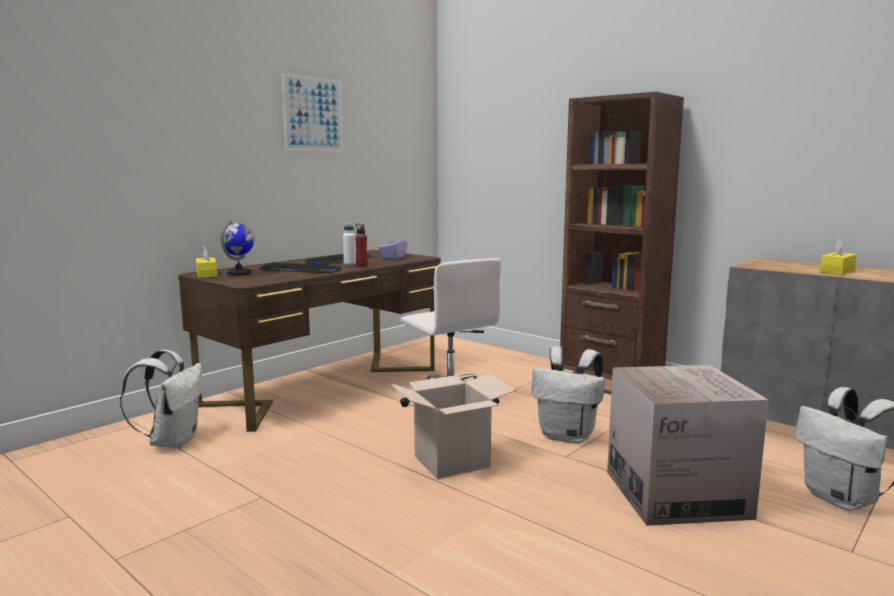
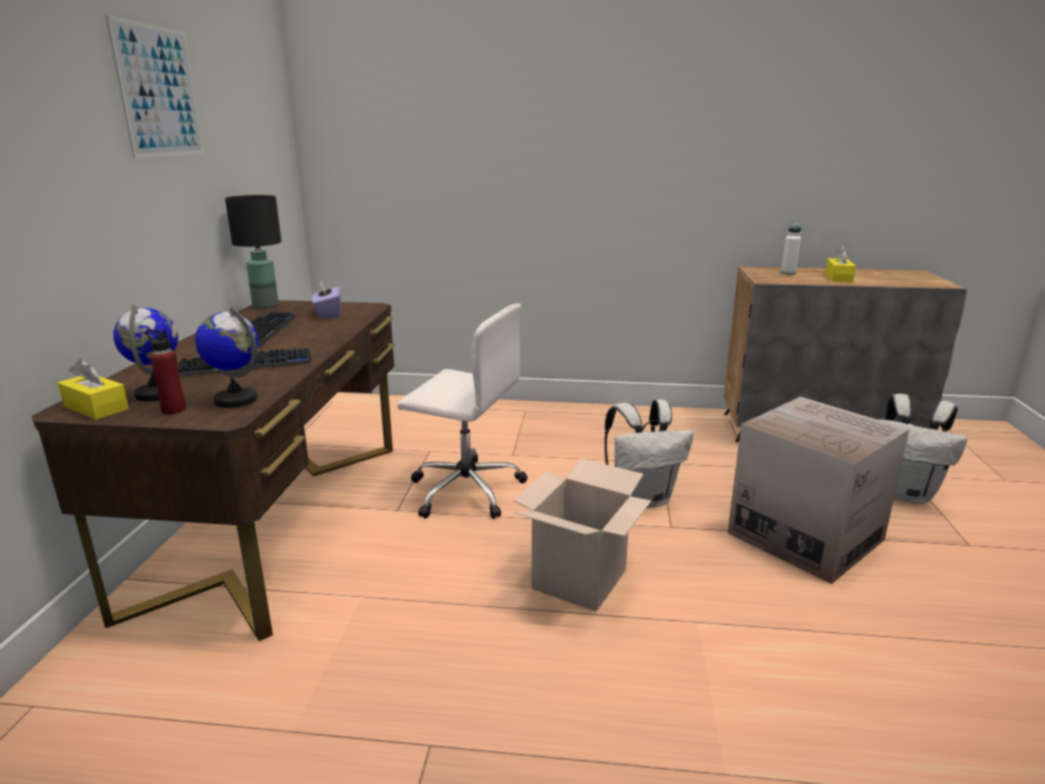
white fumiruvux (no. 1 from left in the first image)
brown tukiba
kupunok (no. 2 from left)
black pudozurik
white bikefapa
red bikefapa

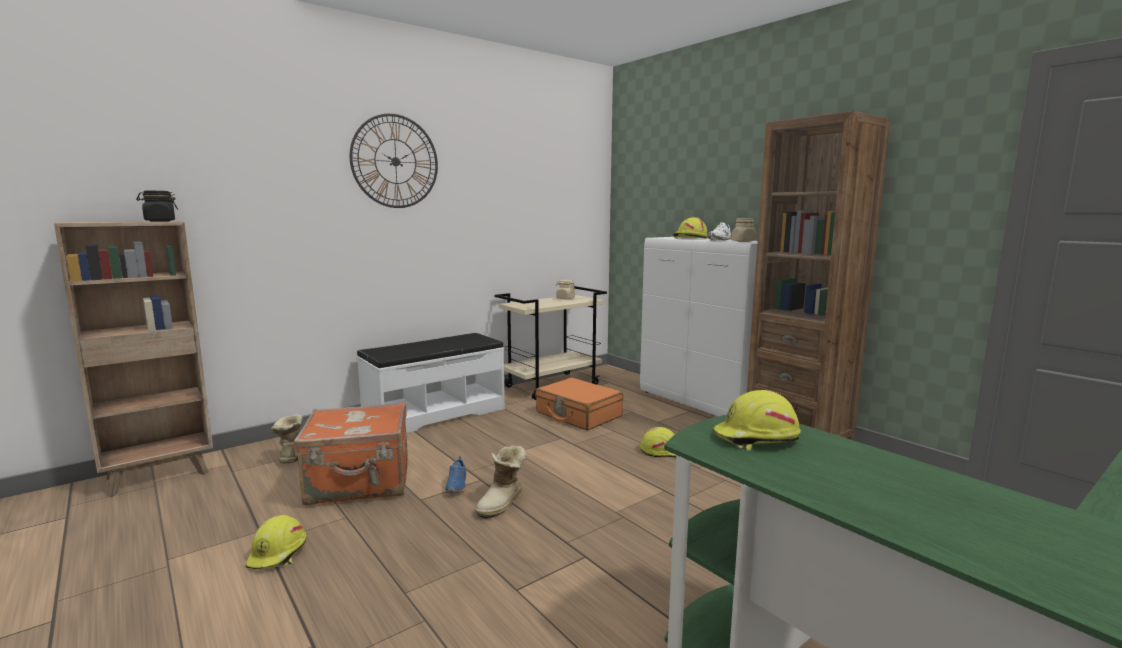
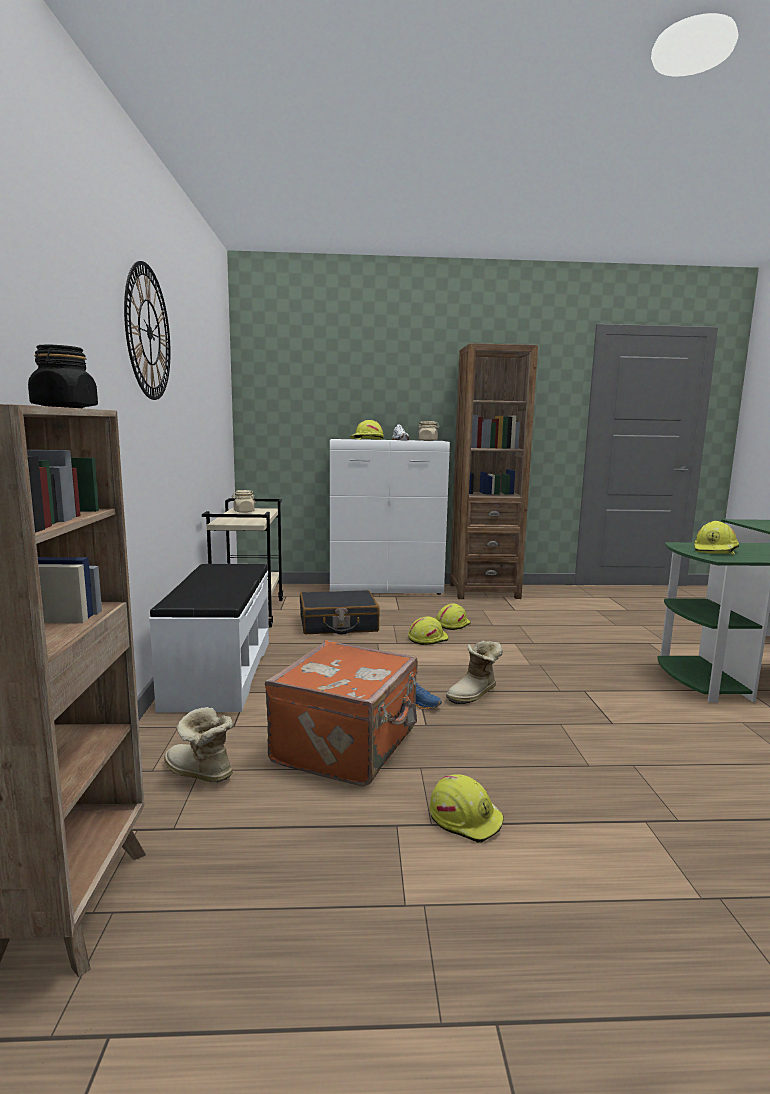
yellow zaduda (no. 2 from left)
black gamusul
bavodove (no. 2 from left)

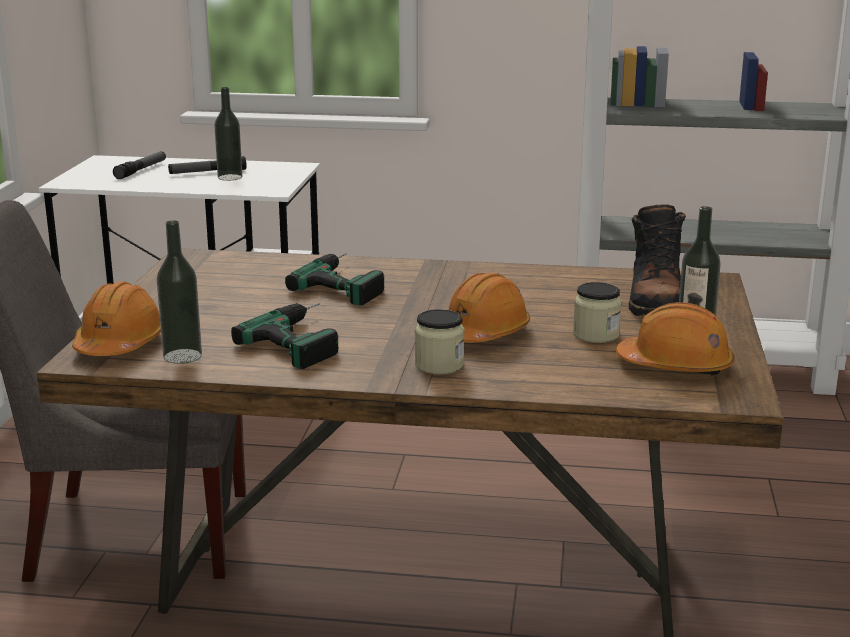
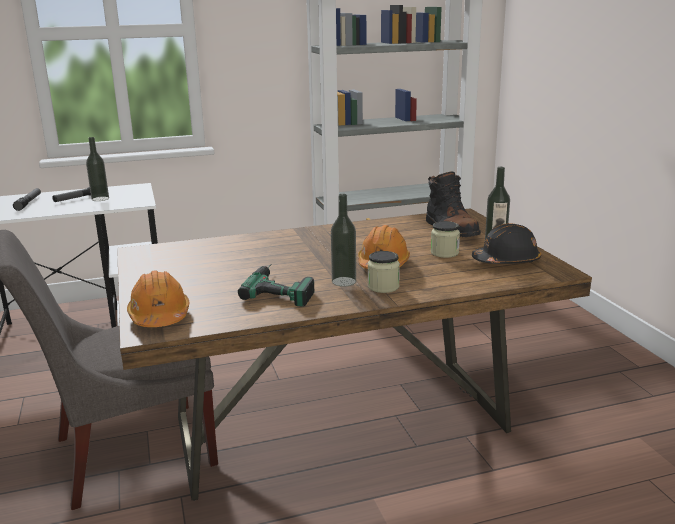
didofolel (no. 2 from left in the first image)
bikefapa (no. 2 from left)
black zaduda

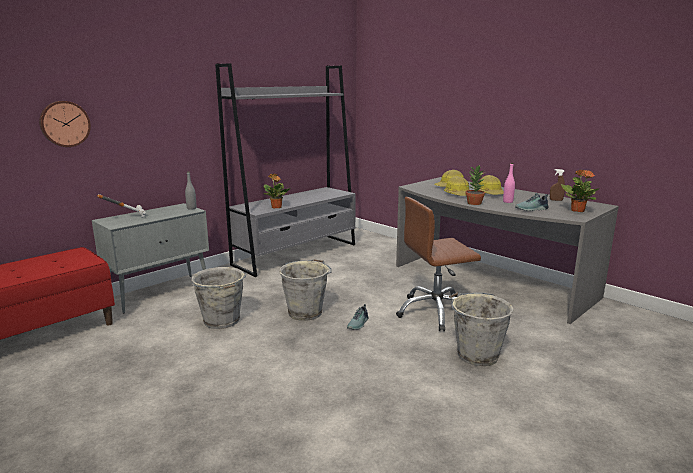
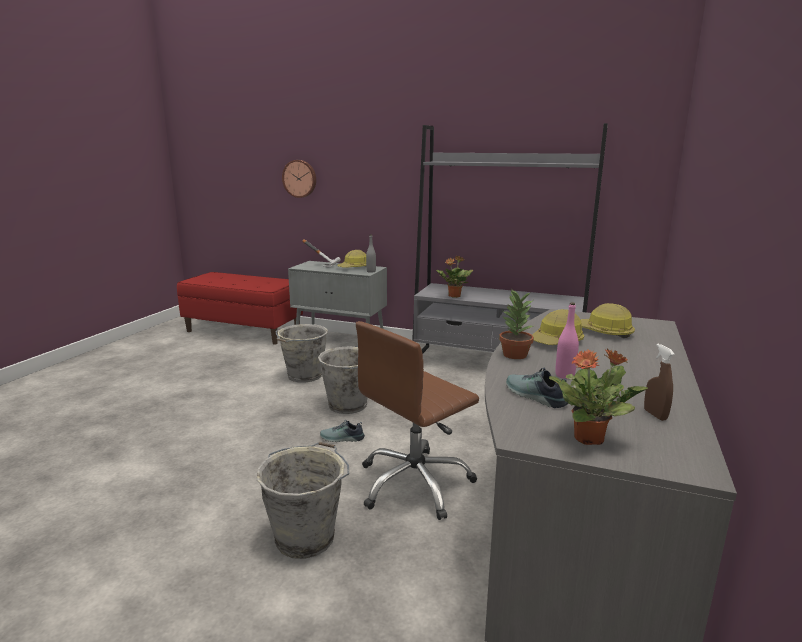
zaduda (no. 1 from left)
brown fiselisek

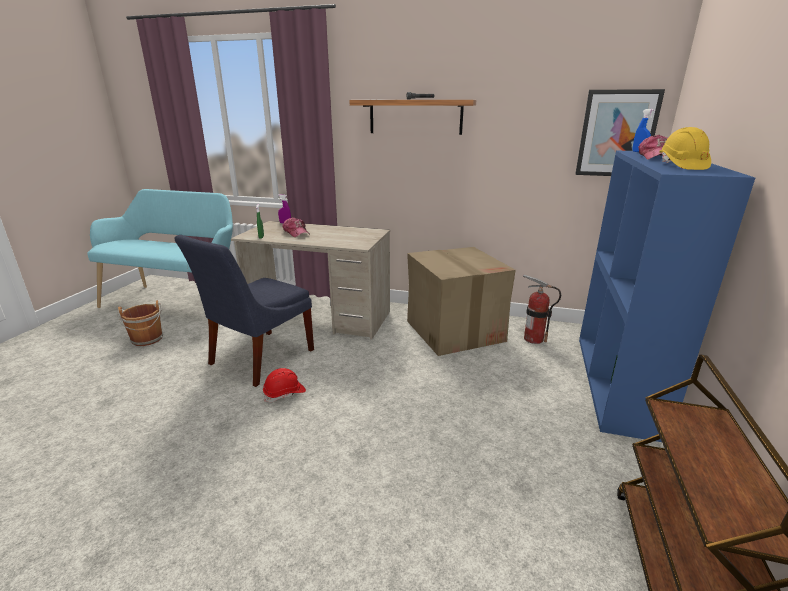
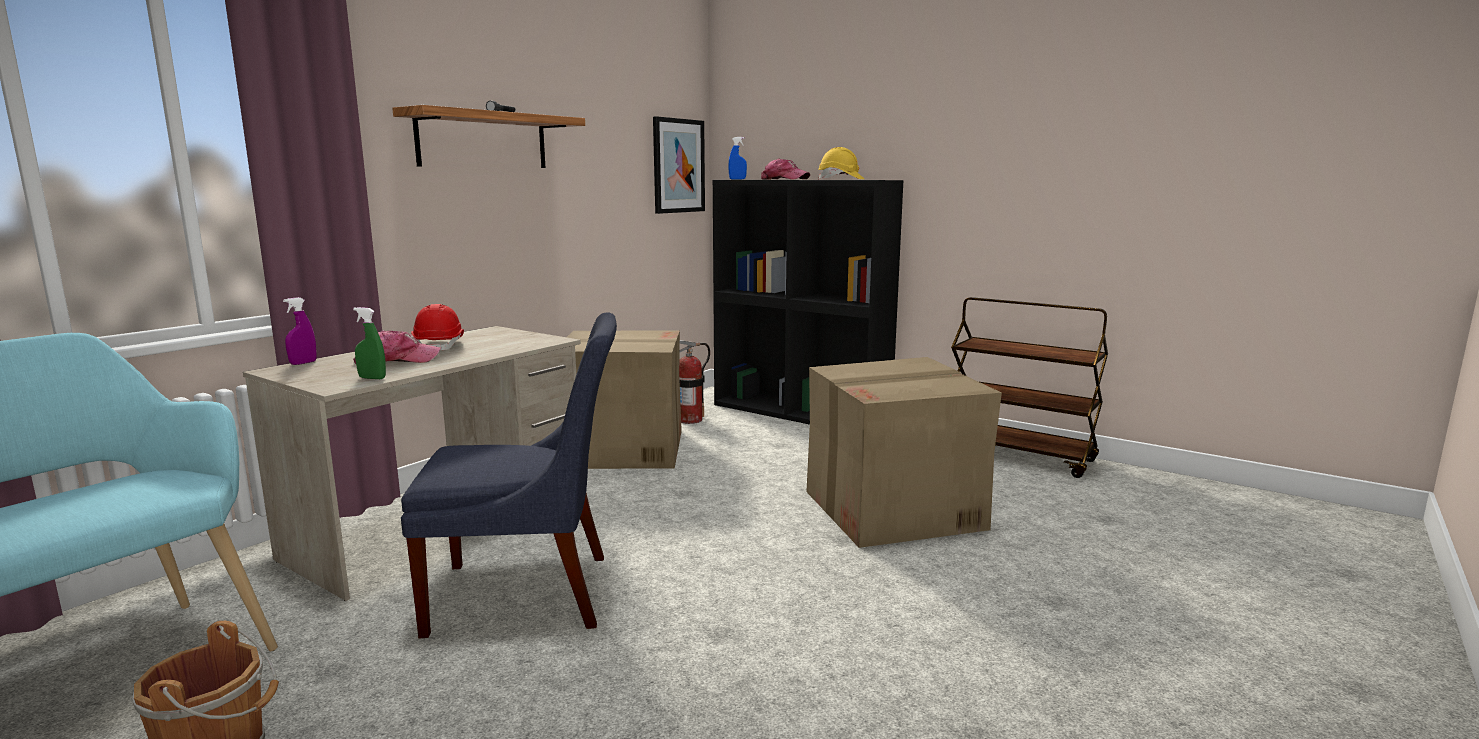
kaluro (no. 2 from left)
red zaduda
black tukiba
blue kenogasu

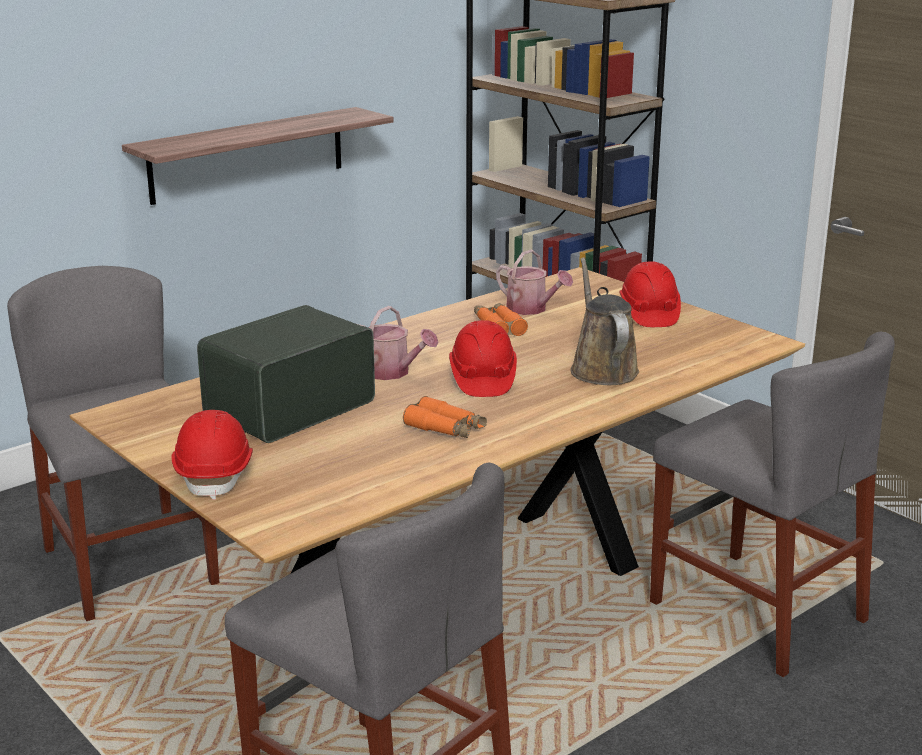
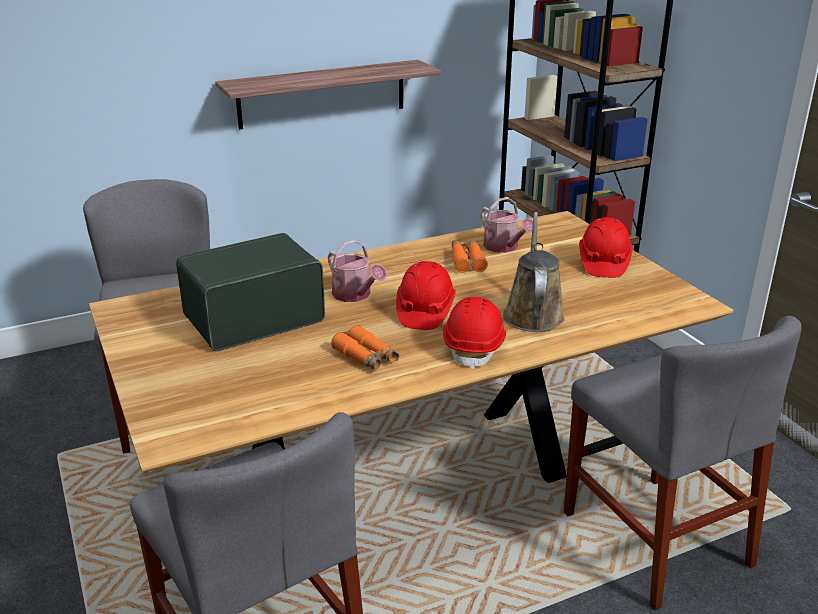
red zaduda (no. 2 from left)

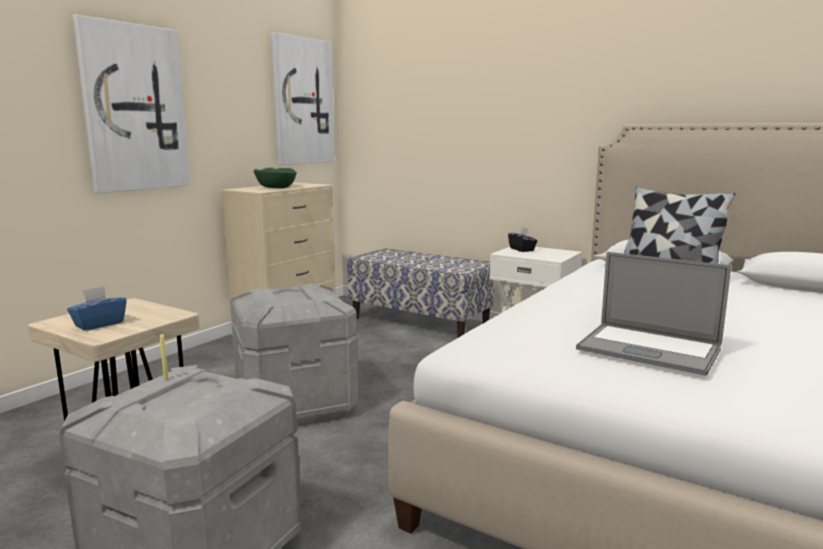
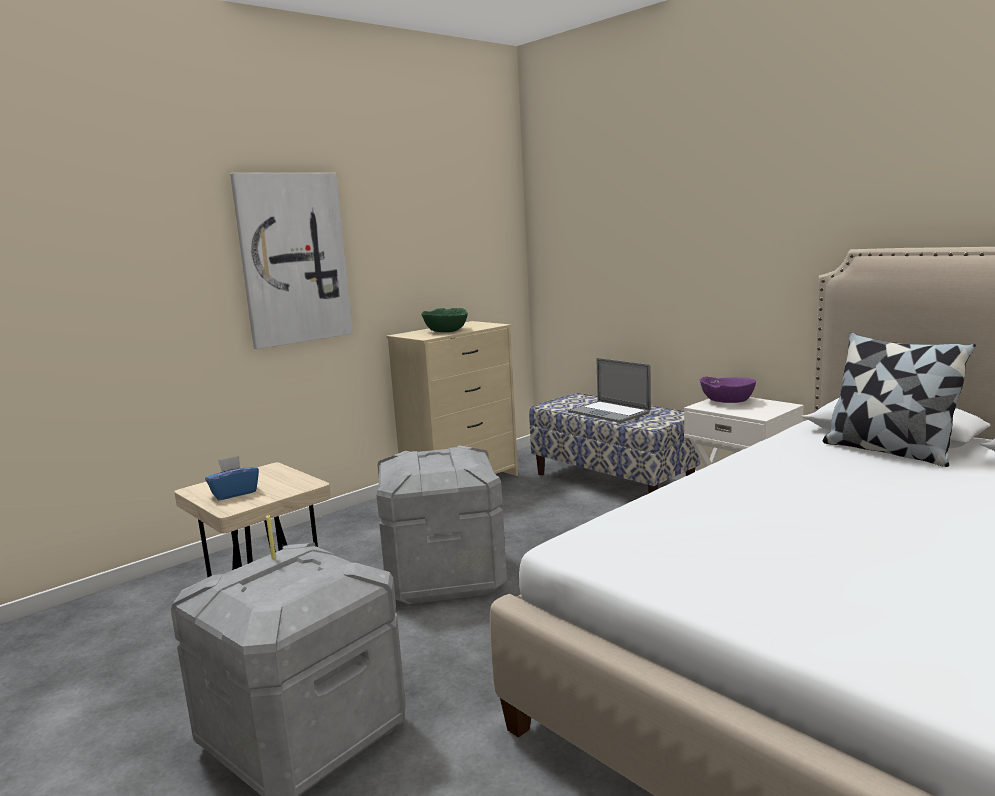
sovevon (no. 2 from left in the first image)
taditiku
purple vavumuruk

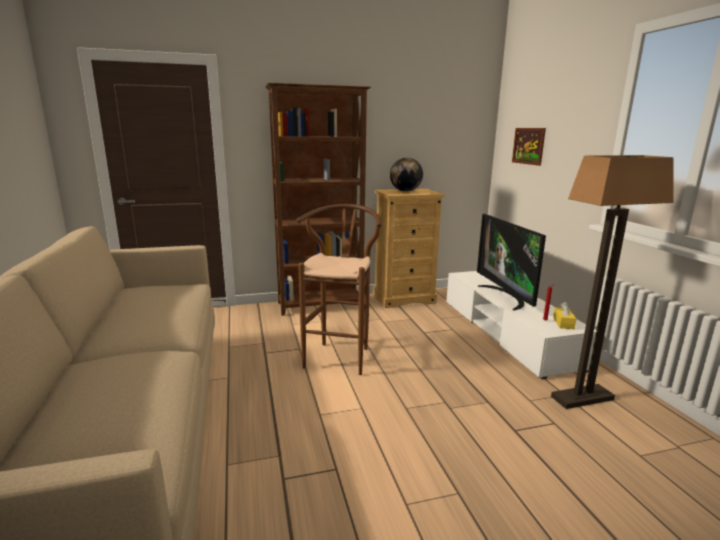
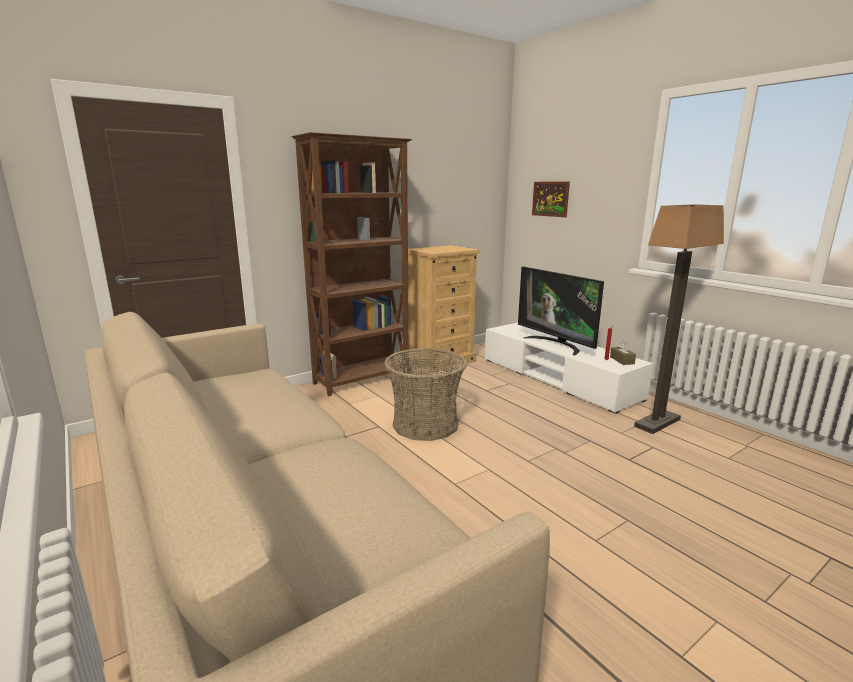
kupunok
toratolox
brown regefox

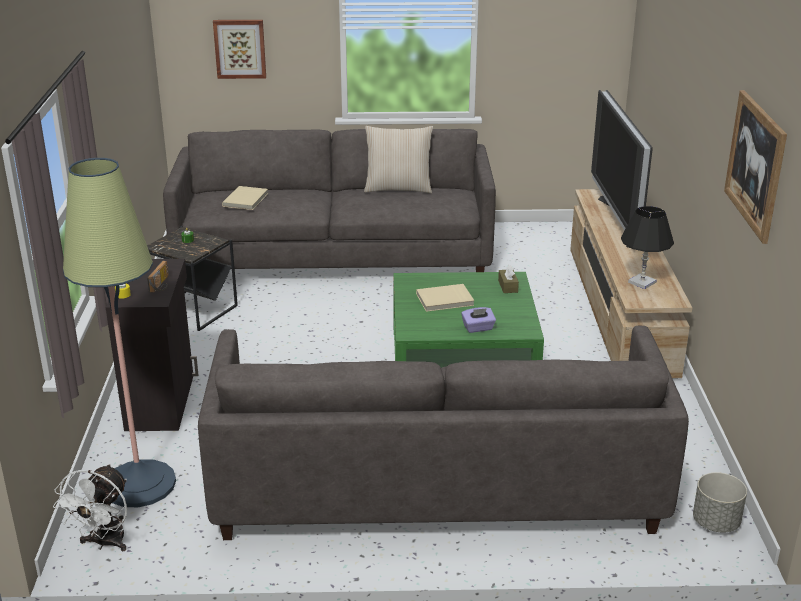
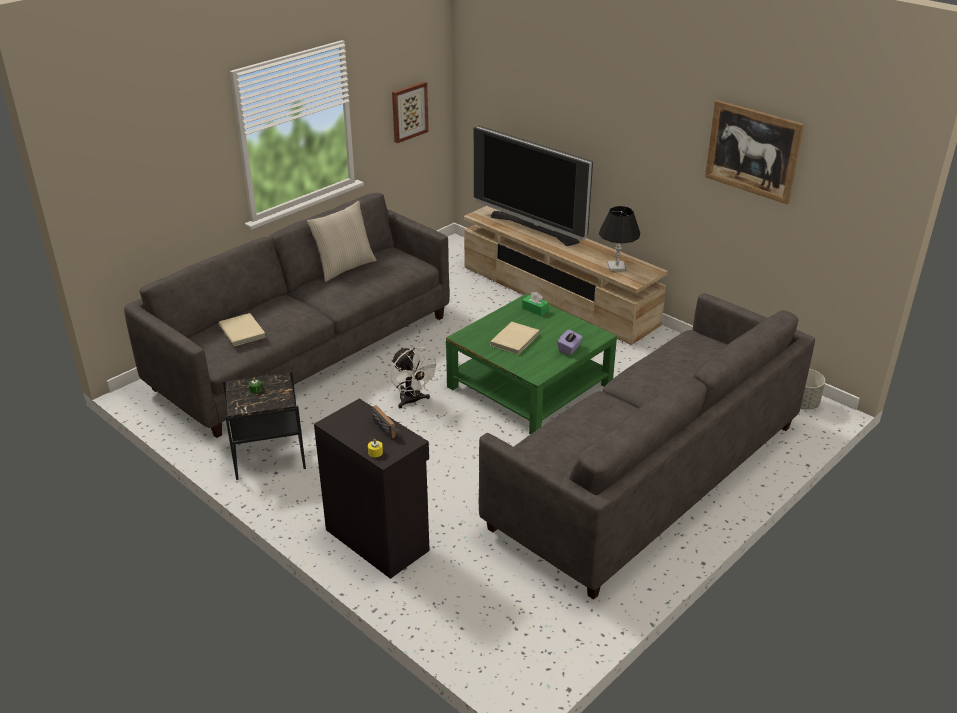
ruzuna
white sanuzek
sovevon (no. 1 from left)
green regefox

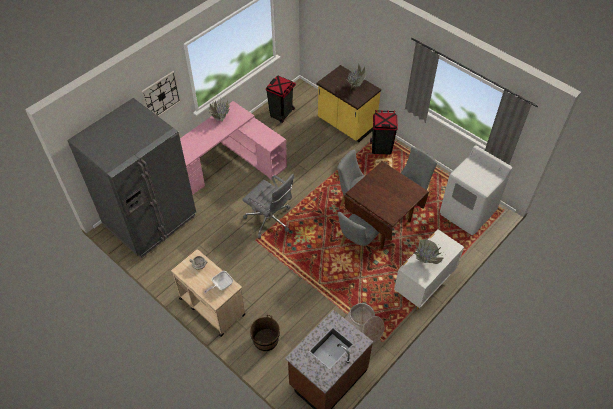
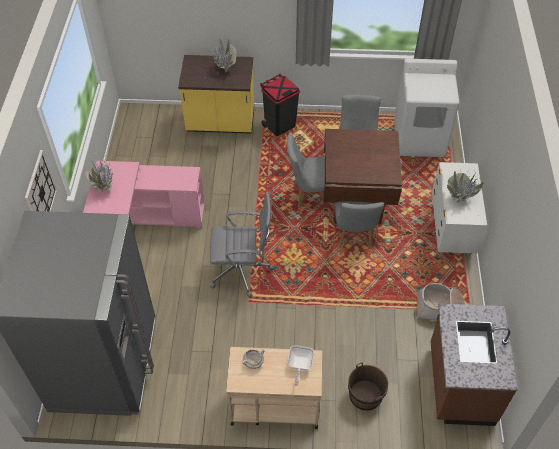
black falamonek (no. 1 from left in the first image)

